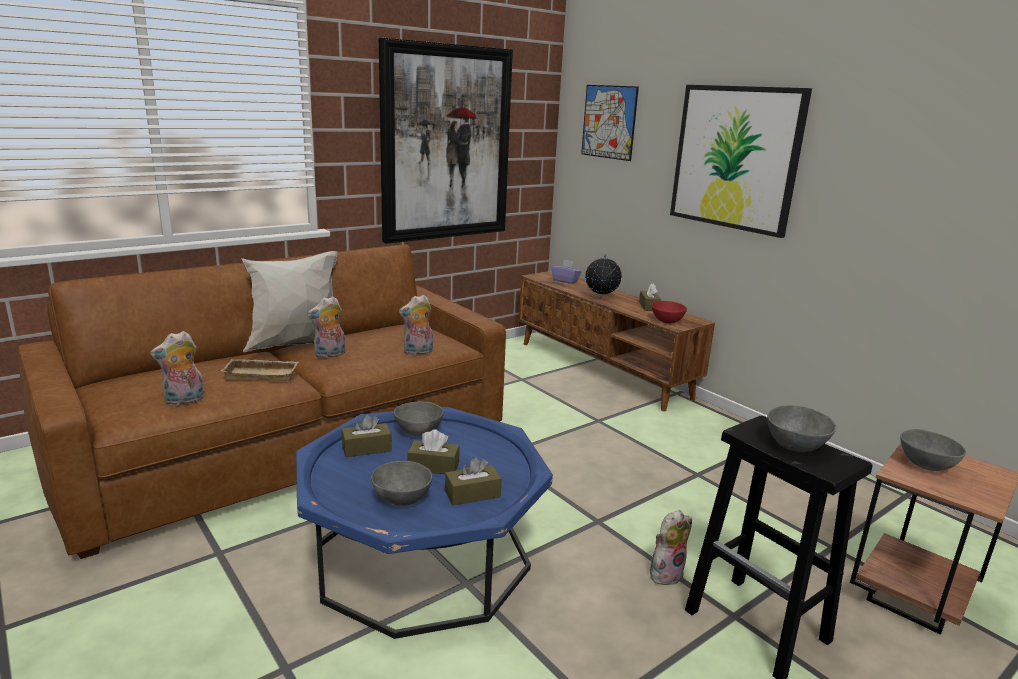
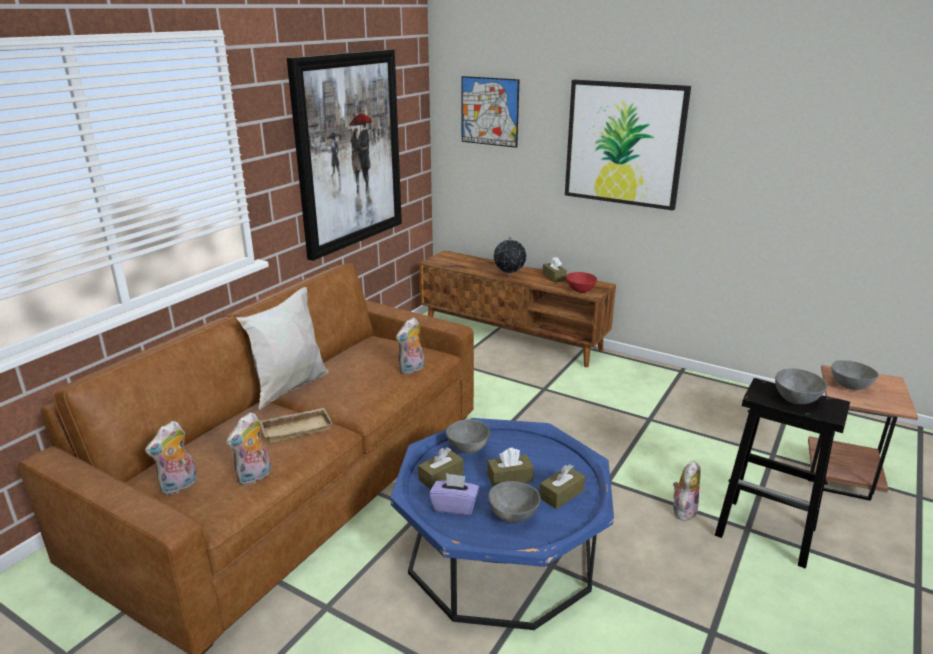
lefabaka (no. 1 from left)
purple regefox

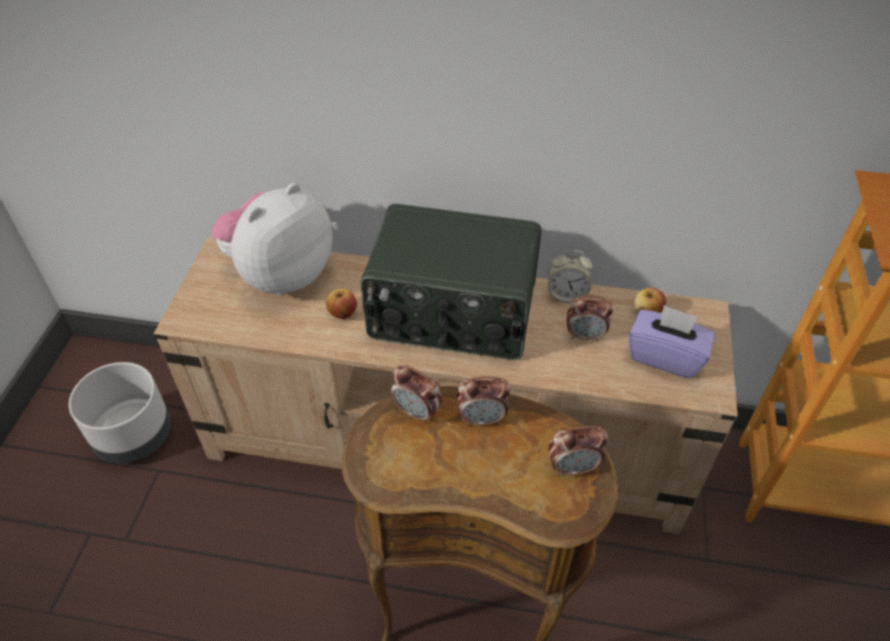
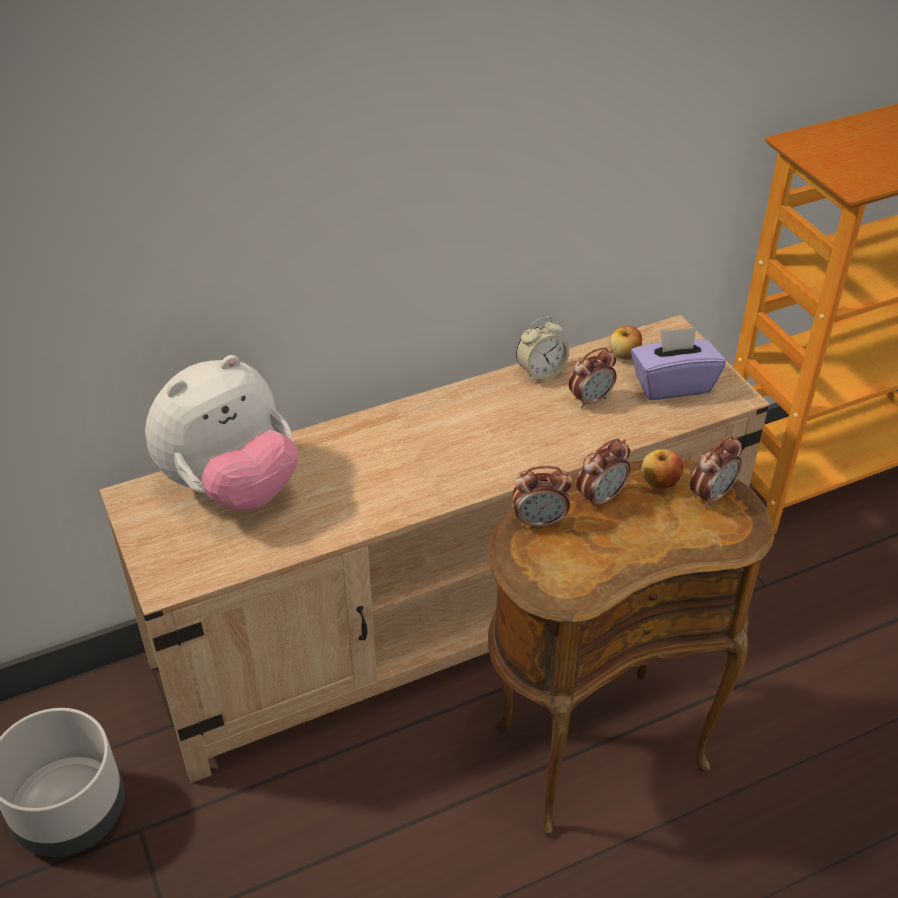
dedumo
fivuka (no. 2 from left)
lefabaka

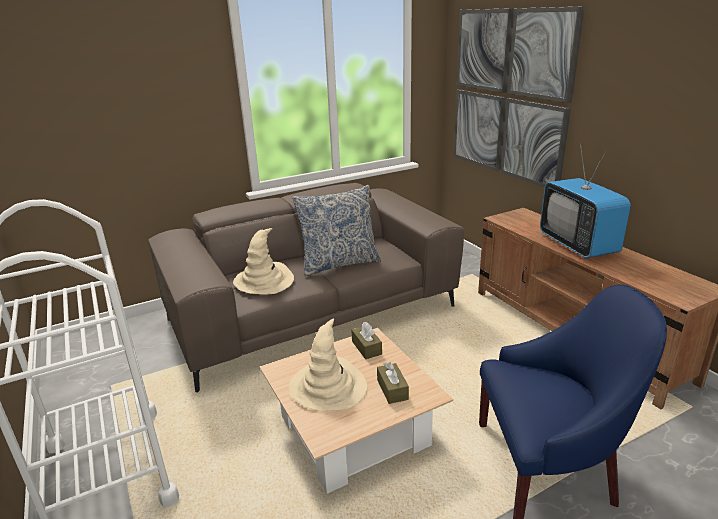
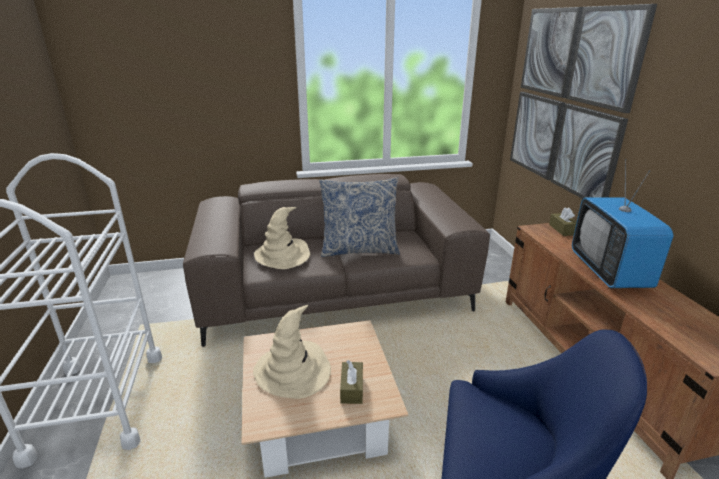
brown regefox (no. 2 from left)

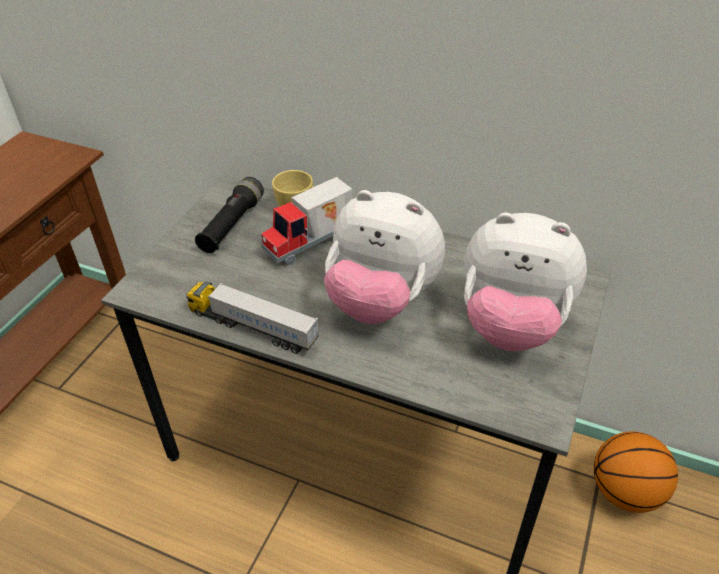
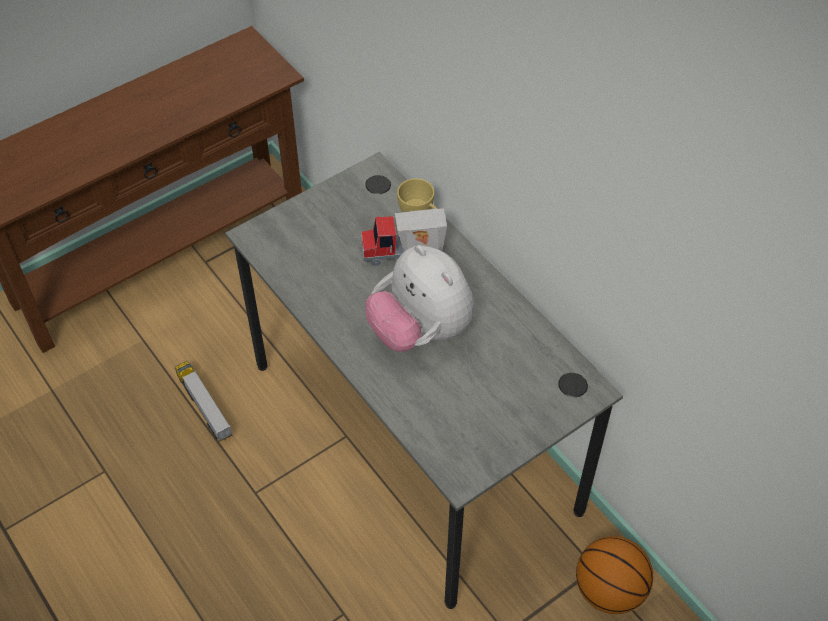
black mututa
lefabaka (no. 2 from left in the first image)
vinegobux (no. 1 from left)

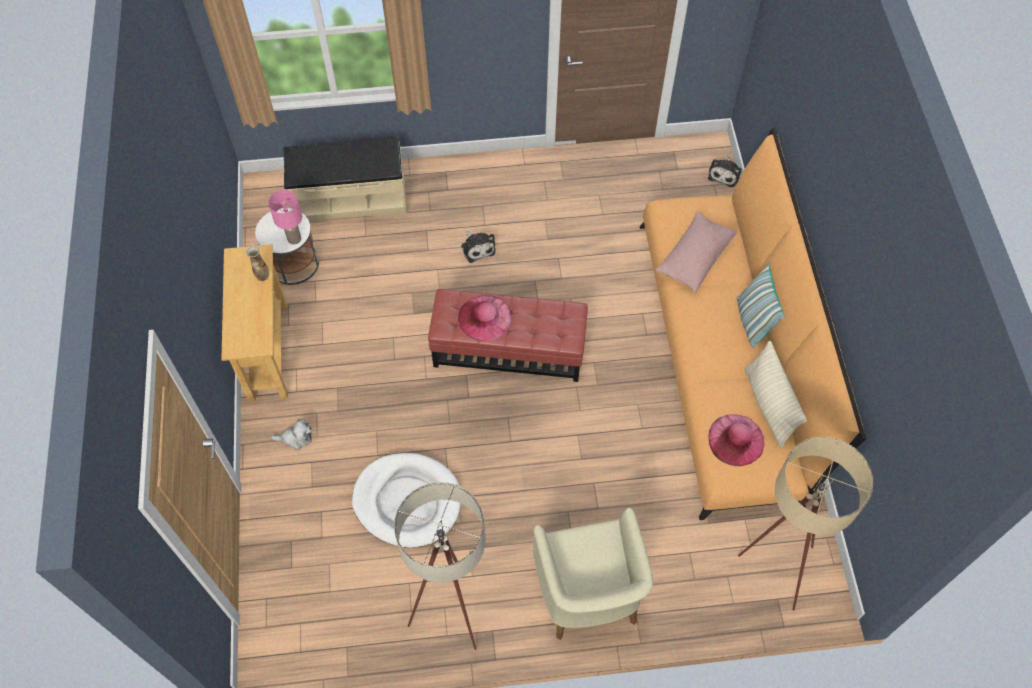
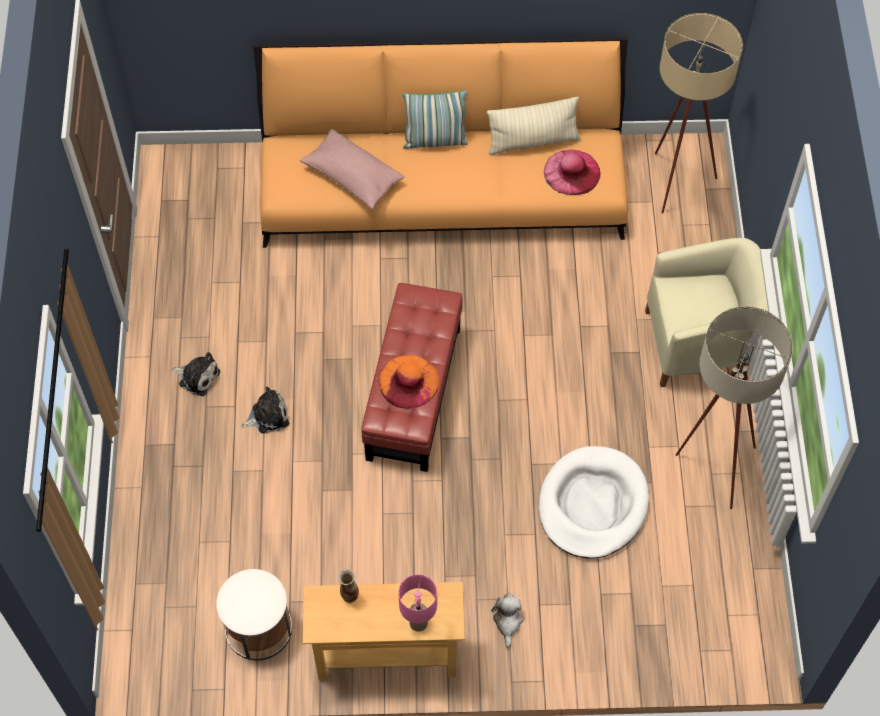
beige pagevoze
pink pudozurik
lefabaka (no. 1 from left)
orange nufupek

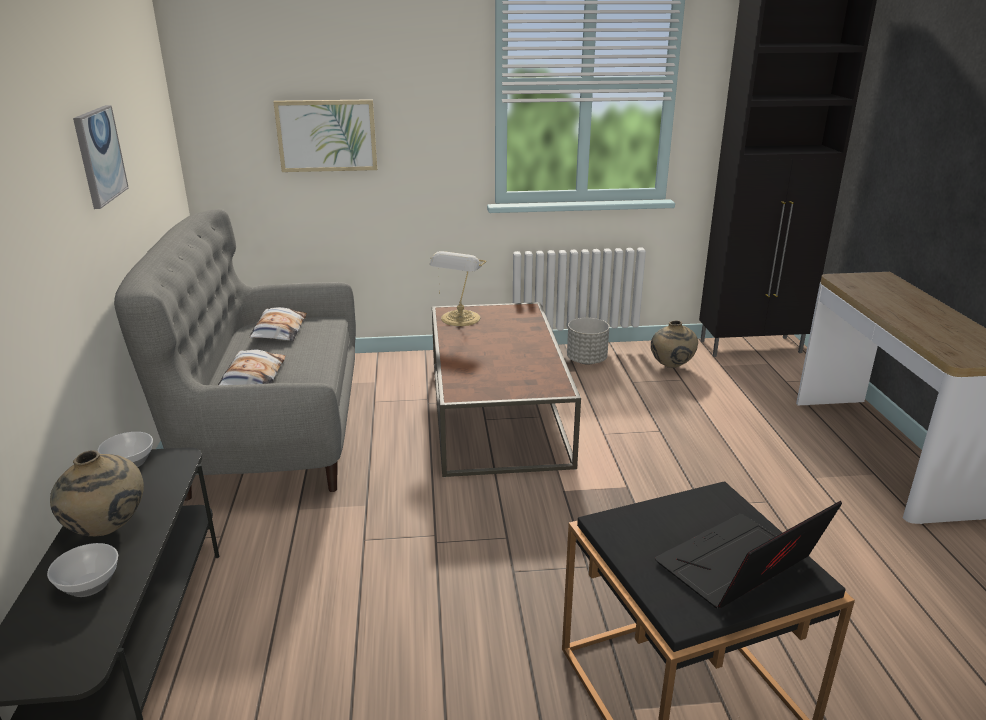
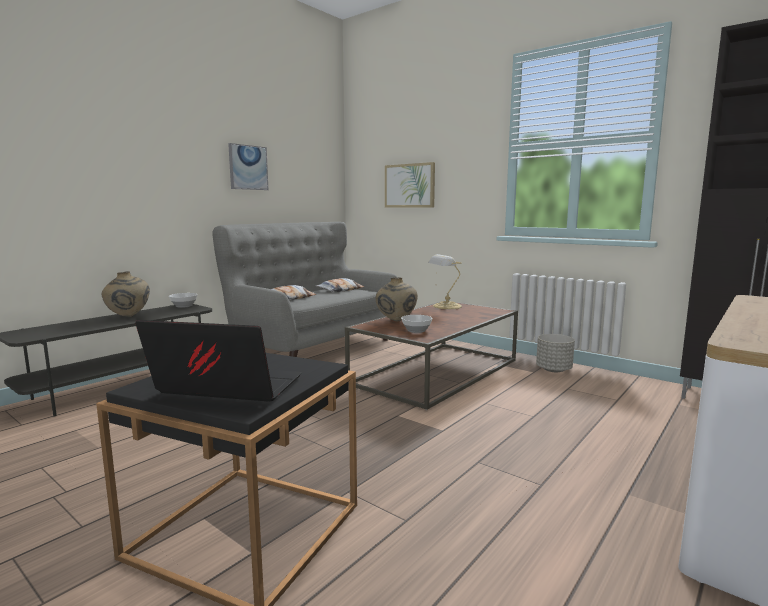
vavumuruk (no. 2 from left)
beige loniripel (no. 2 from left)

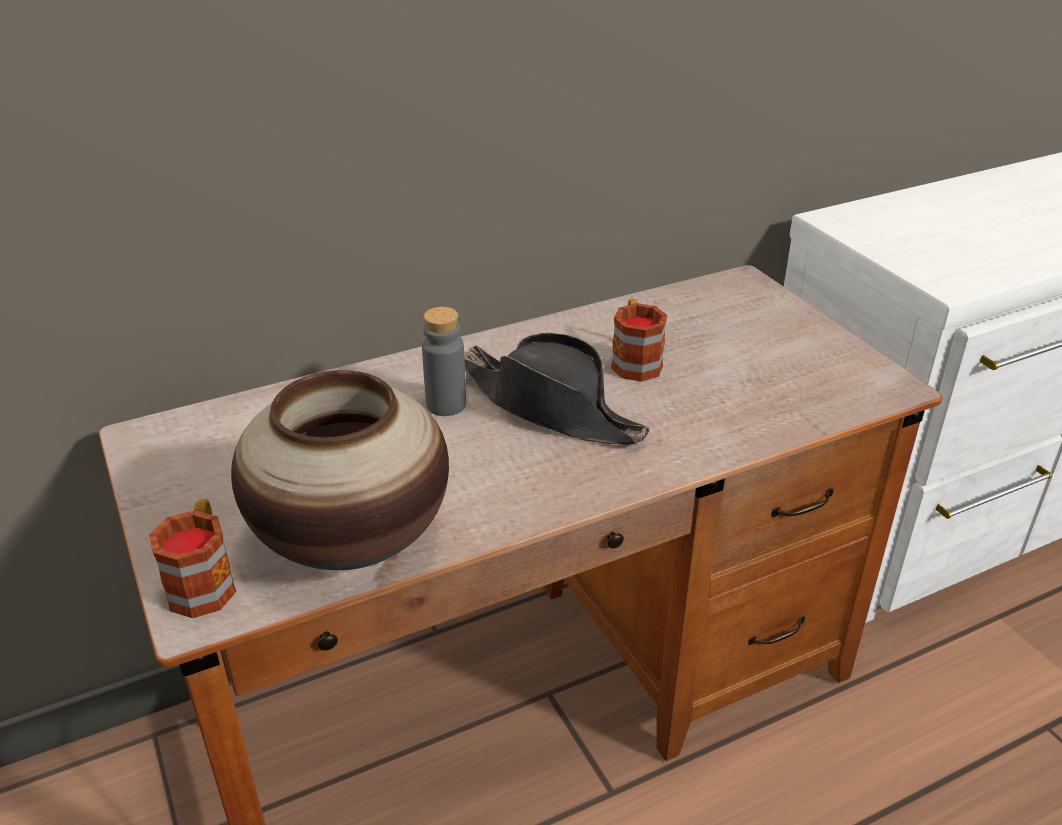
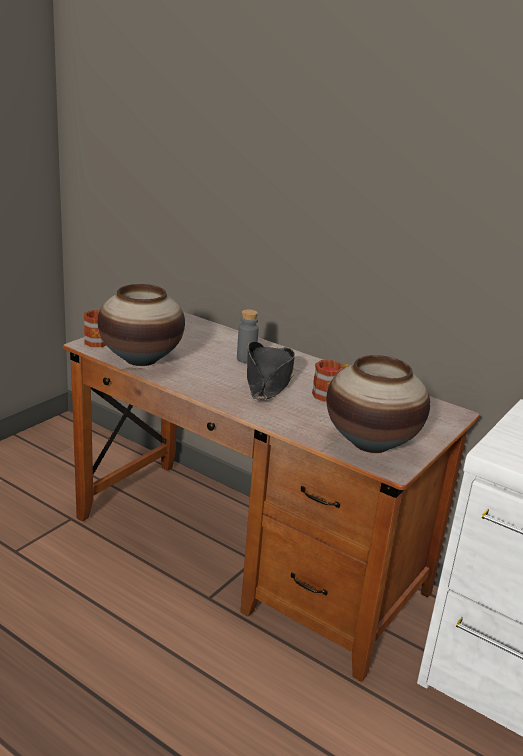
loniripel (no. 2 from left)

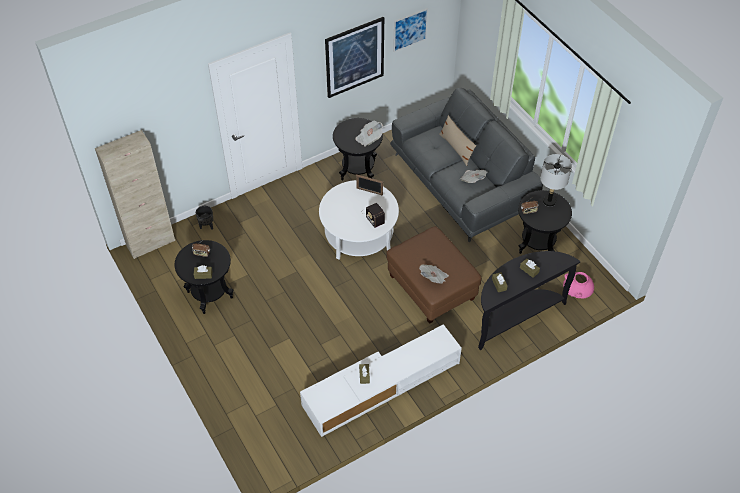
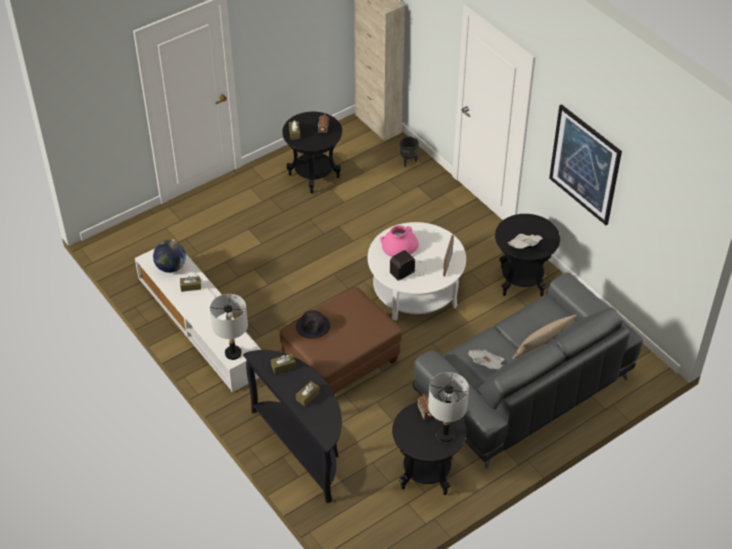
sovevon (no. 2 from left in the first image)
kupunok
grey pudozurik (no. 1 from left)
pink loniripel
black nufupek

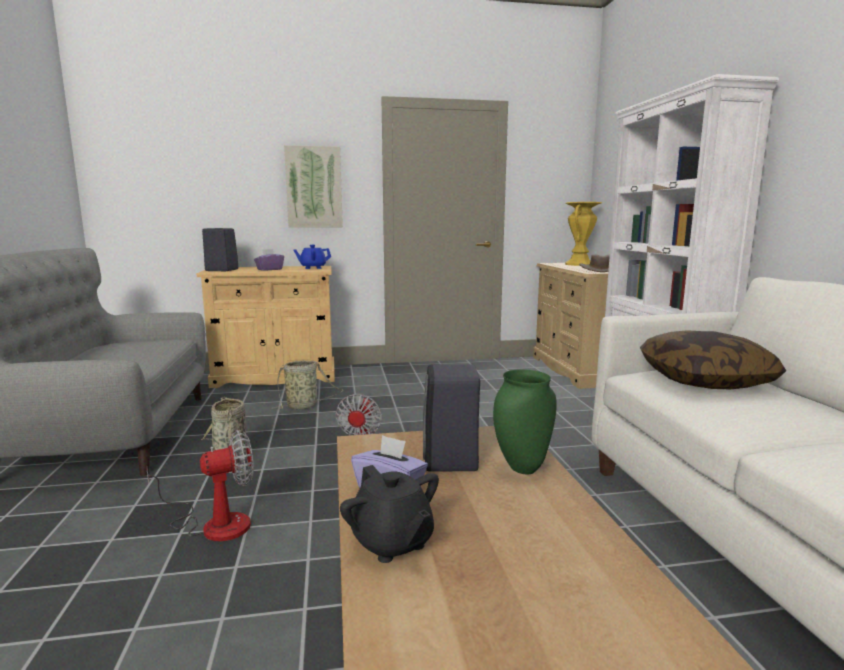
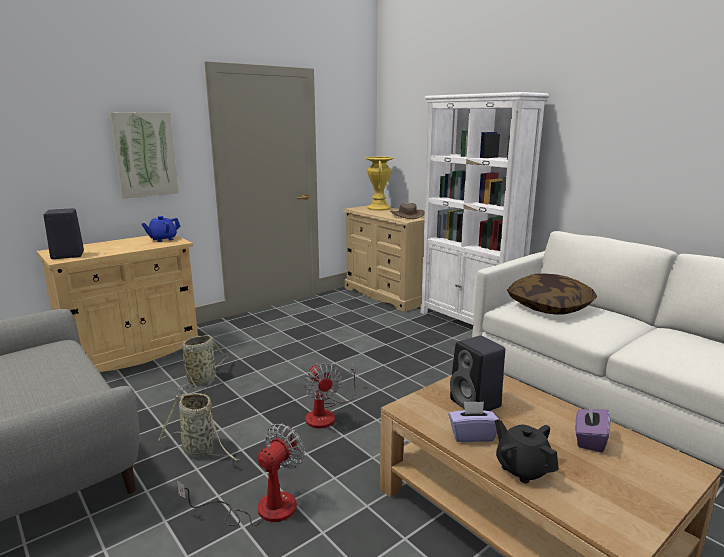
green loniripel
purple regefox (no. 2 from left)
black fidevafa

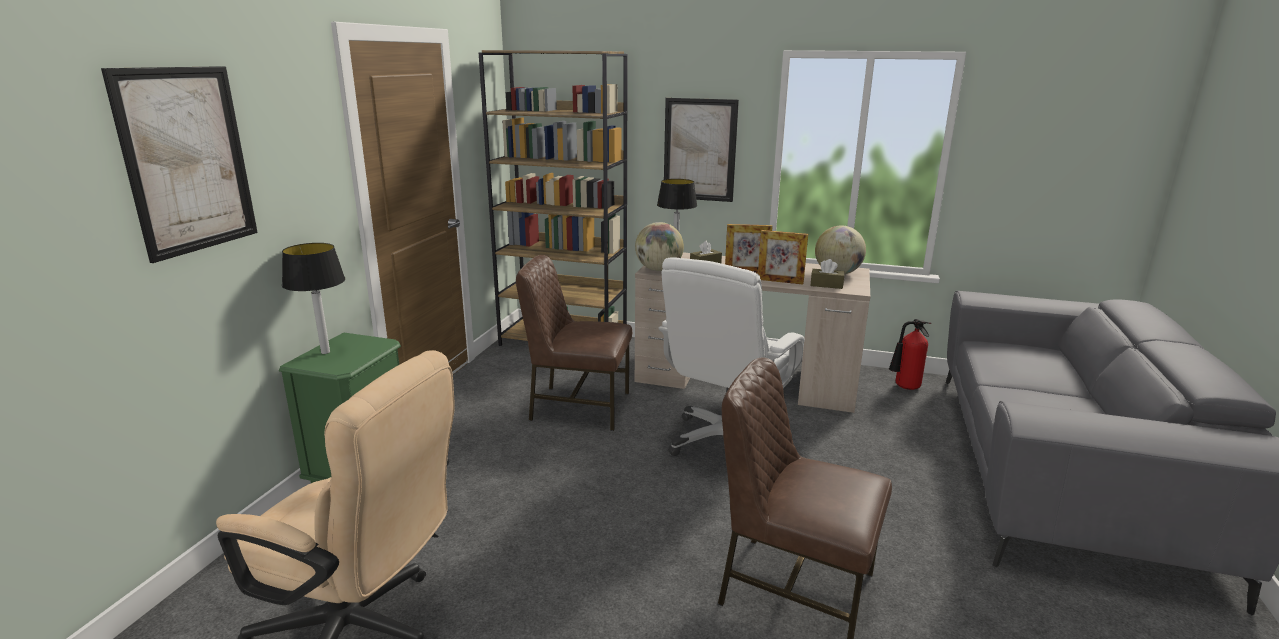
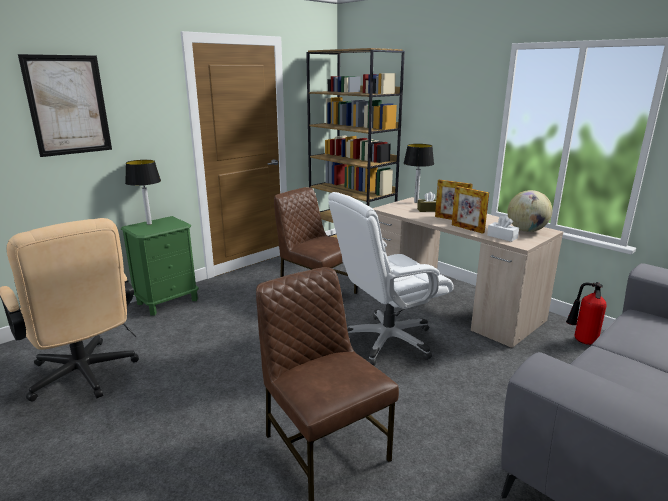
kupunok (no. 1 from left in the first image)
sovevon (no. 2 from left in the first image)
white regefox

